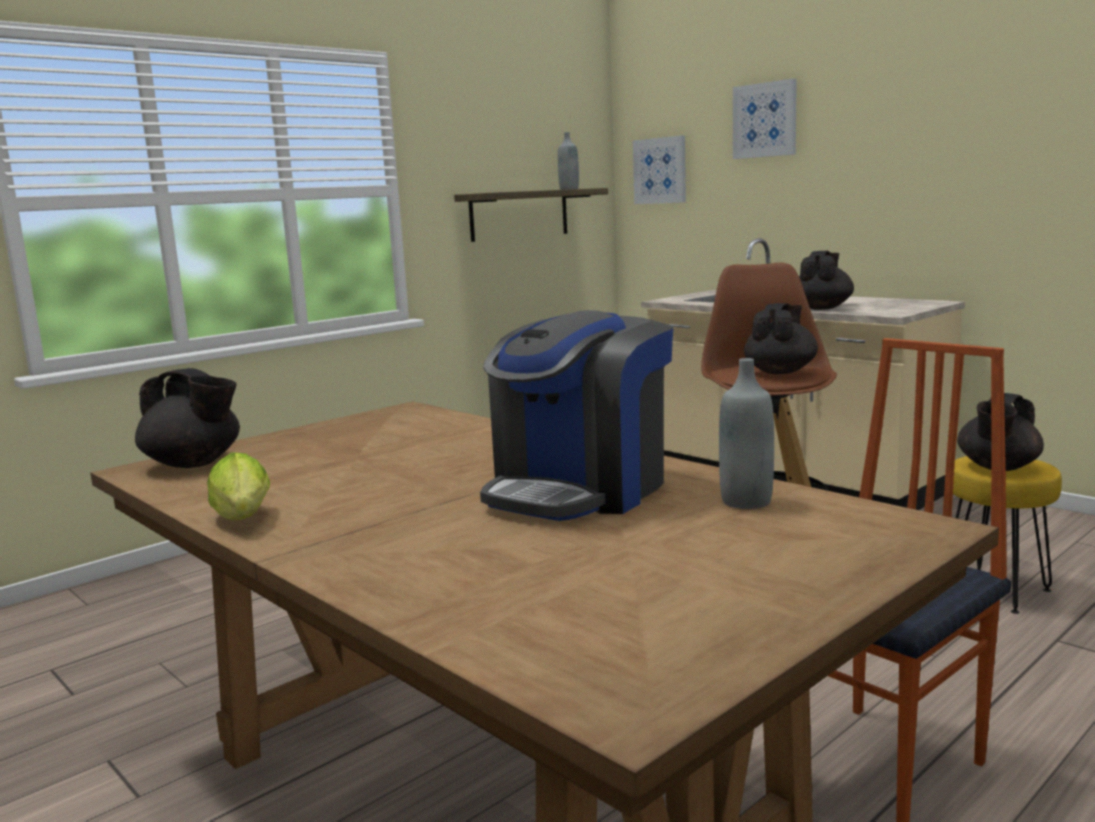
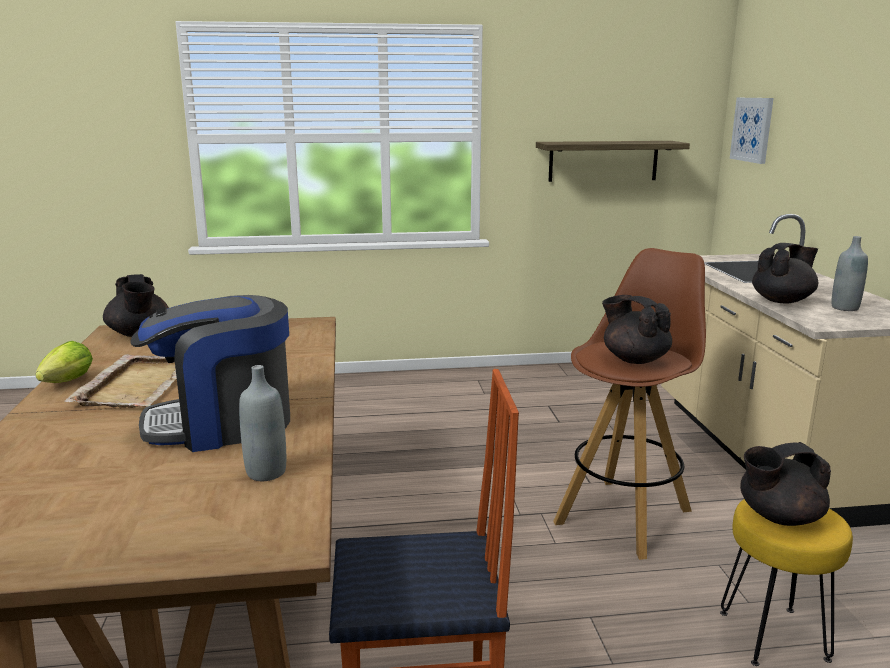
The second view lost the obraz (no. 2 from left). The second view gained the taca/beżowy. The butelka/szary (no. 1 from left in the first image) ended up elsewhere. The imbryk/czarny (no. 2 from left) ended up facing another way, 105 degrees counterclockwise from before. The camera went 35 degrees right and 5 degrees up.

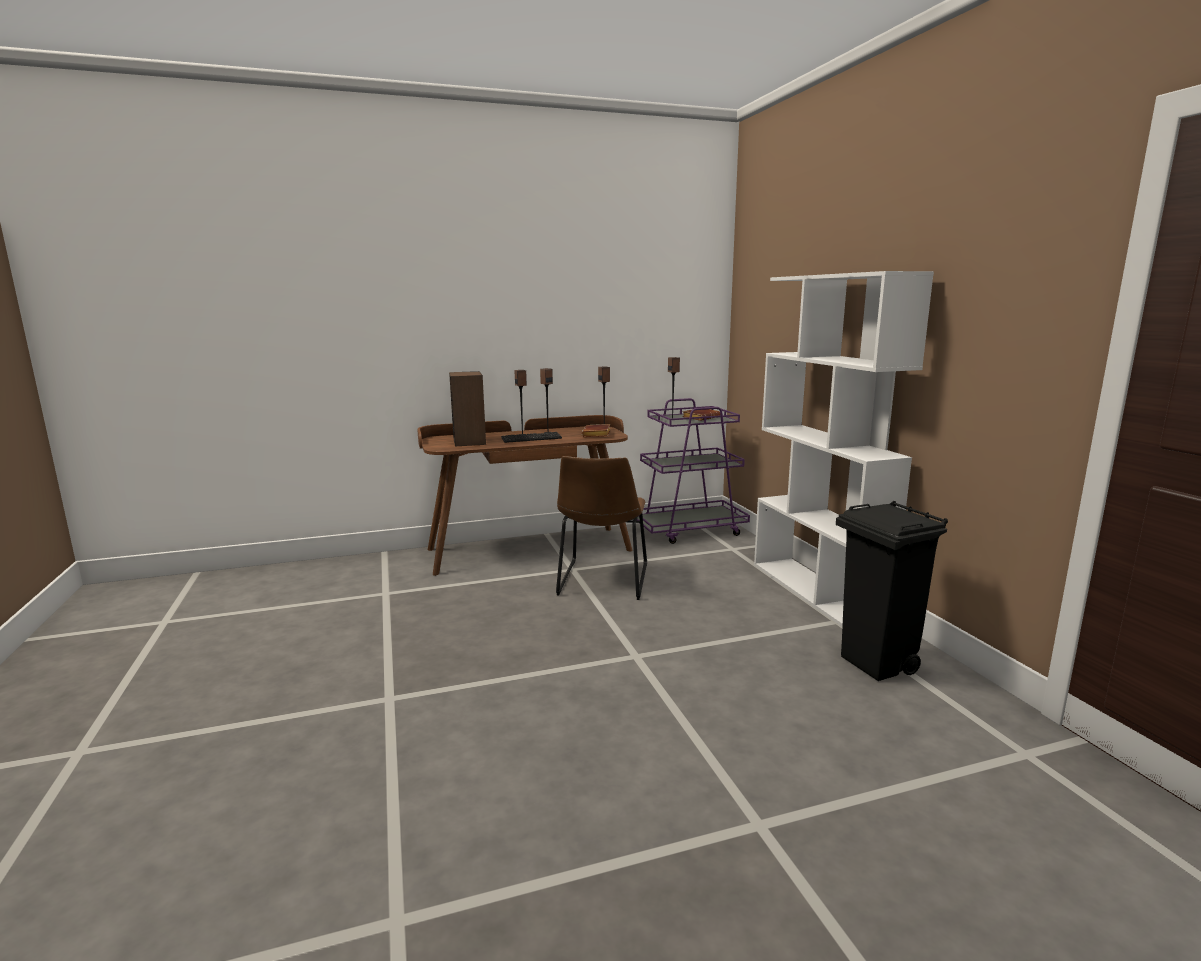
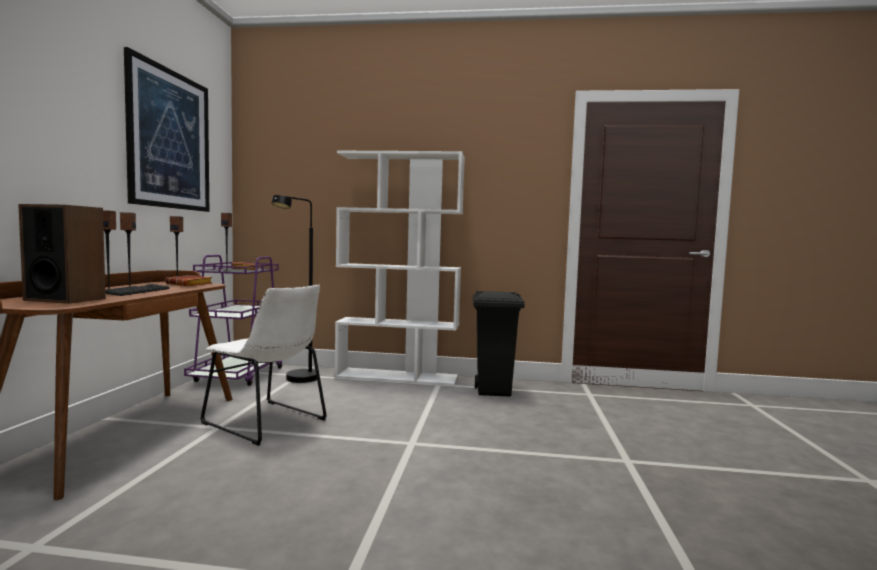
The second view gained the obraz. The second view gained the lampa stojąca/czarny. What was the krzesło/brązowy turned into the krzesło/biały. The camera went 65 degrees left and 10 degrees down.

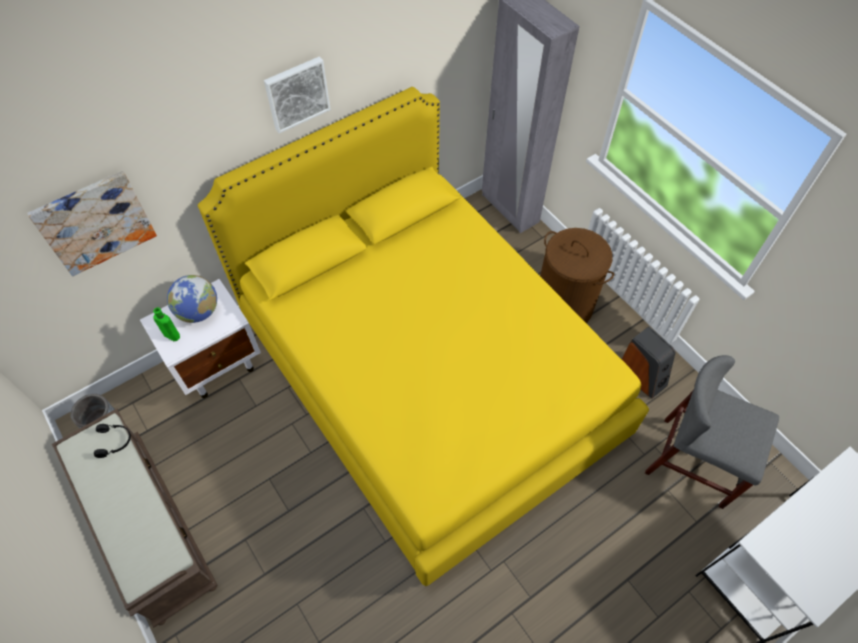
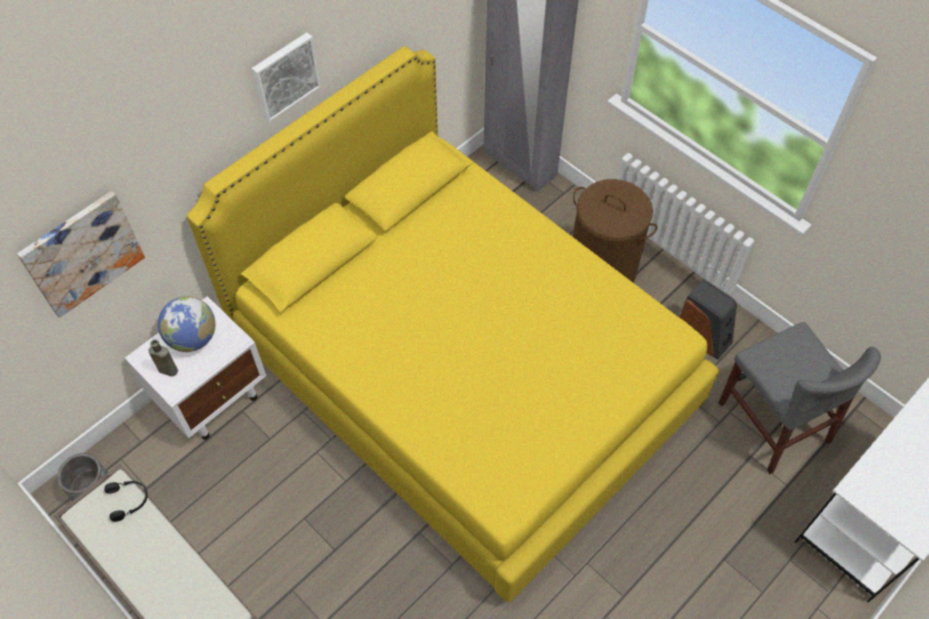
What was the butelka/zielony turned into the butelka/brązowy. The krzesło/szary ended up facing another way, 135 degrees counterclockwise from before. The camera went 10 degrees left and 0 degrees up.

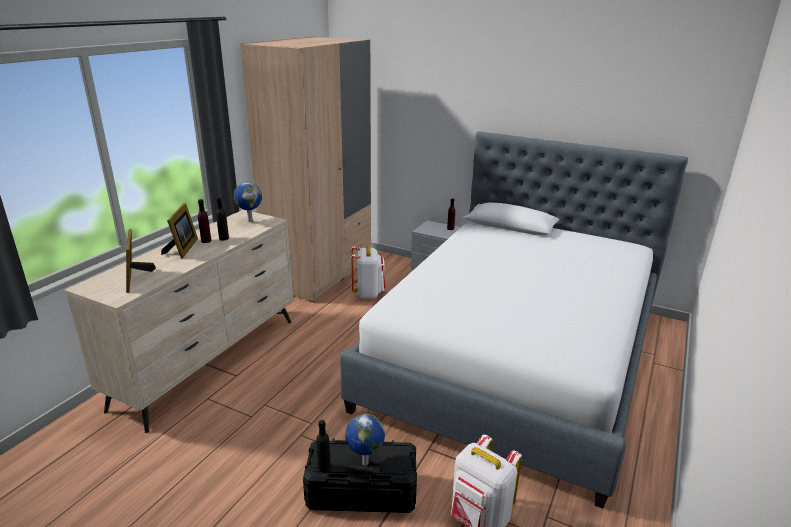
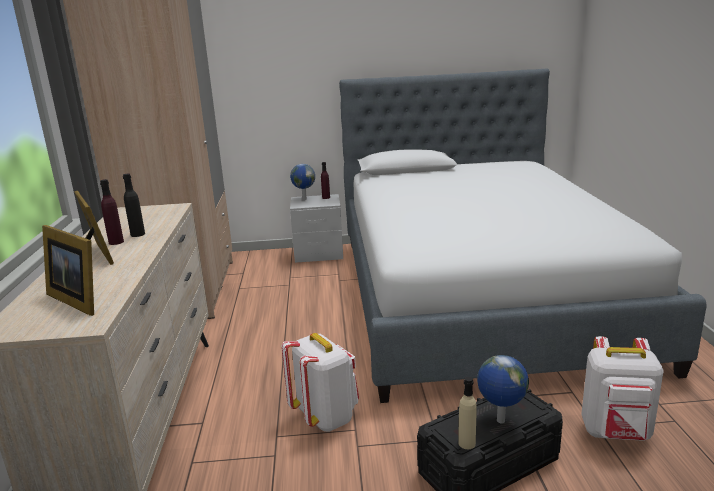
The globus (no. 1 from left) ended up elsewhere. The plecak/biały (no. 1 from left) ended up elsewhere. What was the butelka/czarny (no. 2 from left) turned into the butelka/beżowy. The camera went 30 degrees left and 5 degrees down.

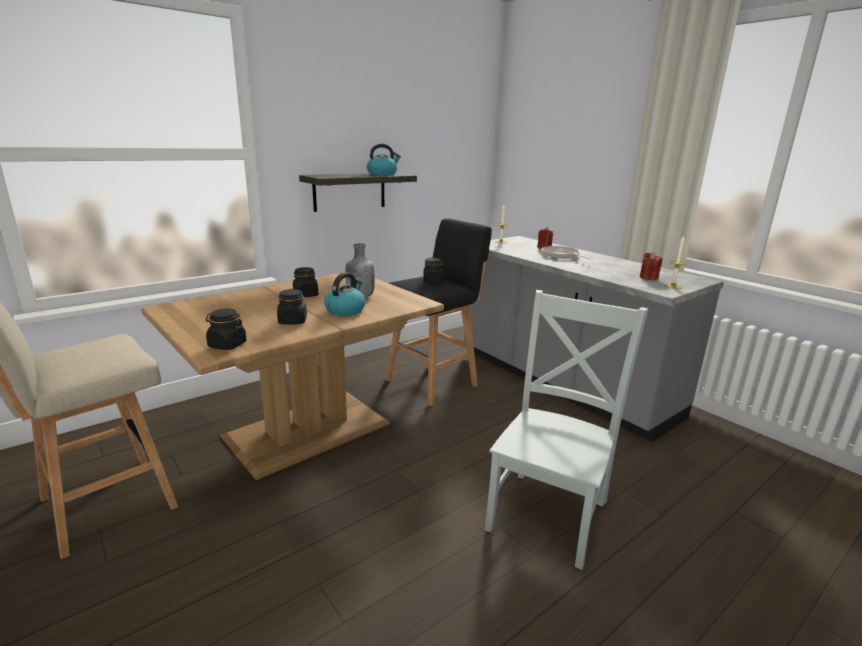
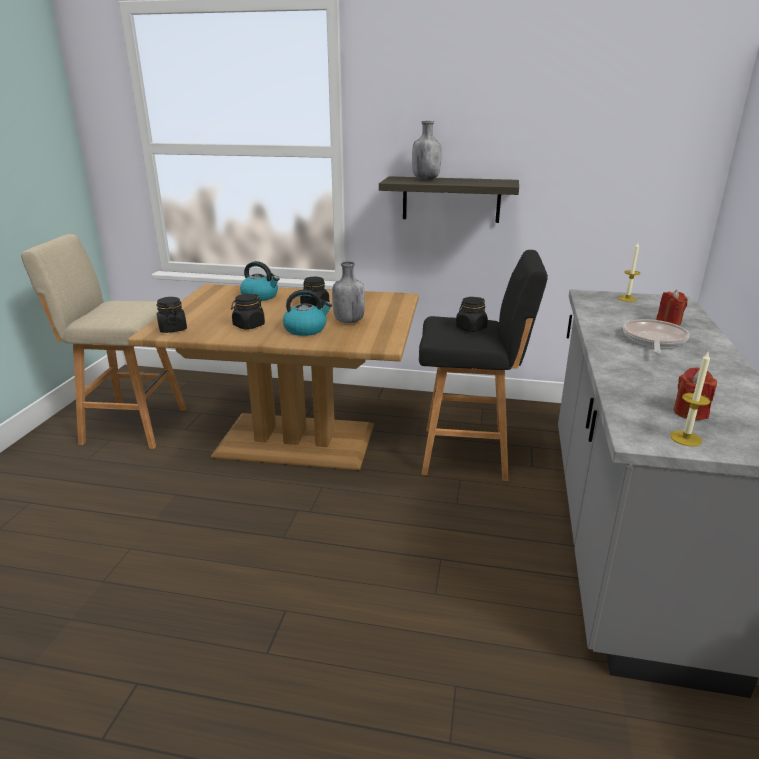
The second view lost the krzesło/szary. The second view gained the butelka/szary (no. 2 from left). The czajnik (no. 2 from left in the first image) ended up elsewhere. The camera went 50 degrees right and 5 degrees up.

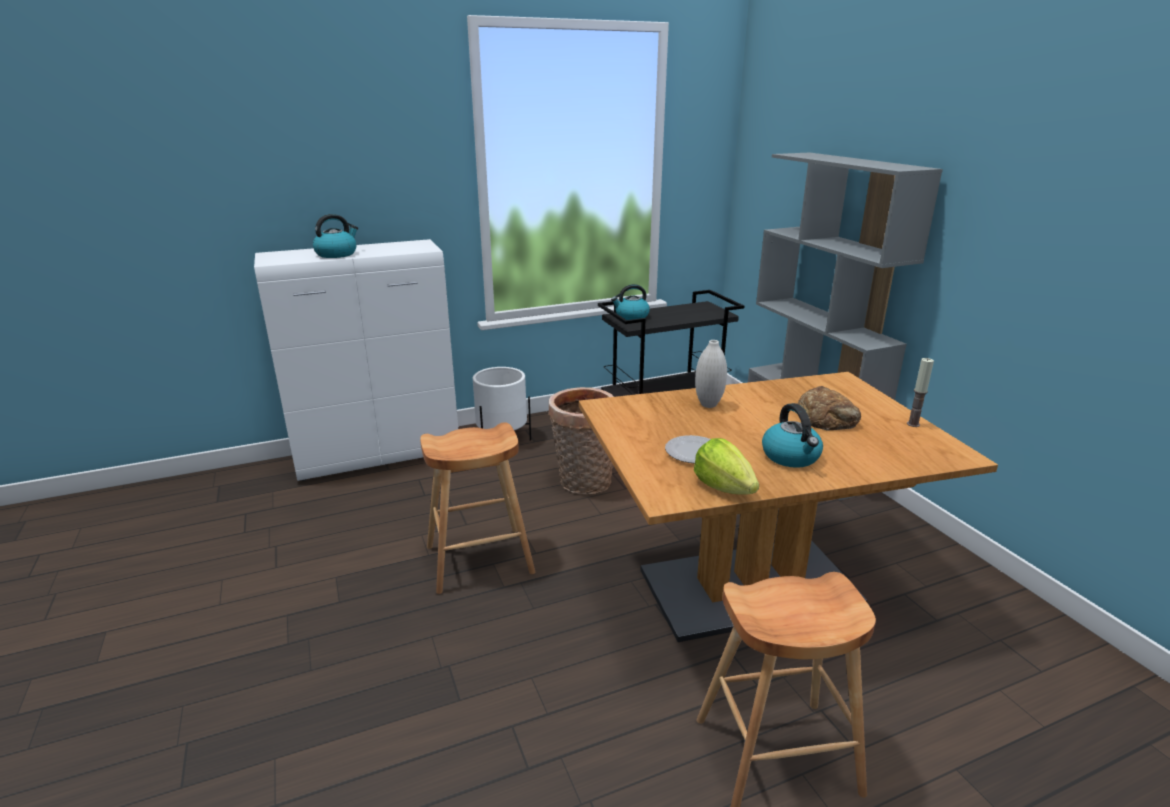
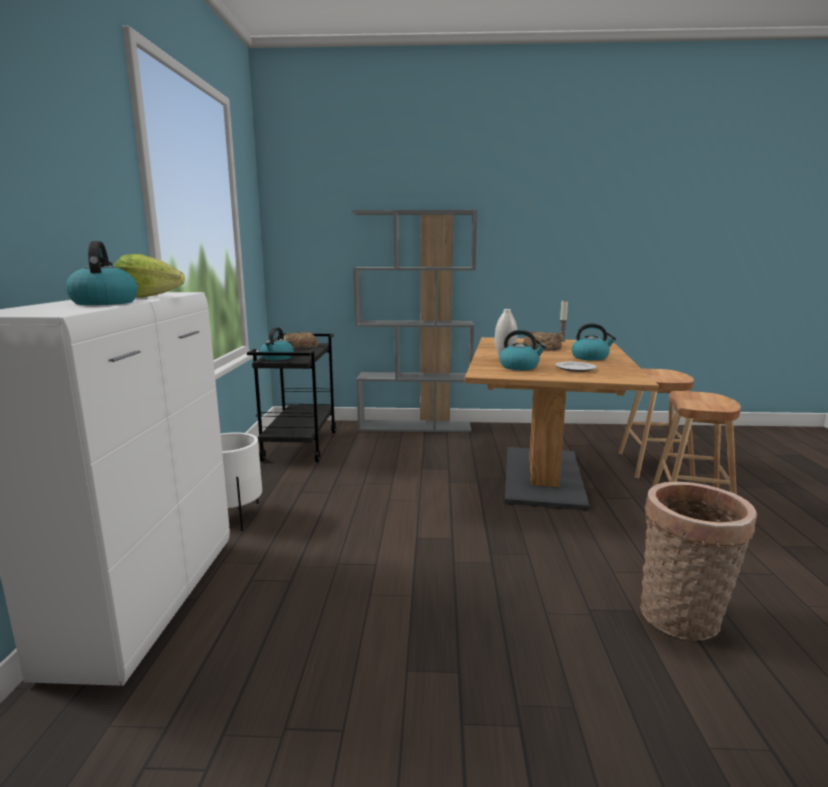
The second view gained the chleb (no. 1 from left). The second view gained the czajnik (no. 3 from left). The stołek/brązowy (no. 1 from left) ended up elsewhere. The koszyk ended up elsewhere. The sałata ended up elsewhere. The camera went 65 degrees left and 10 degrees down.

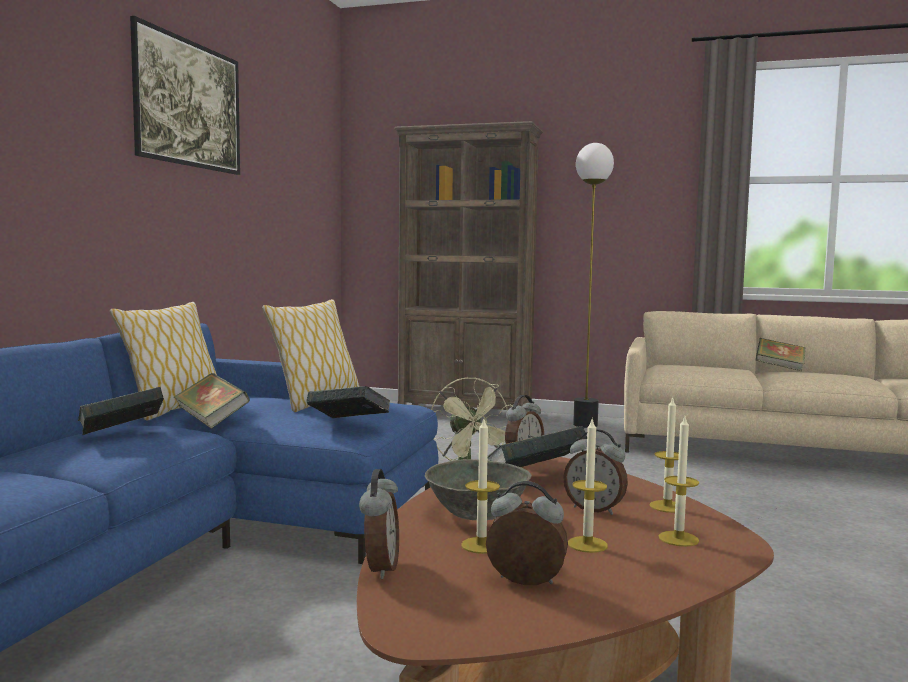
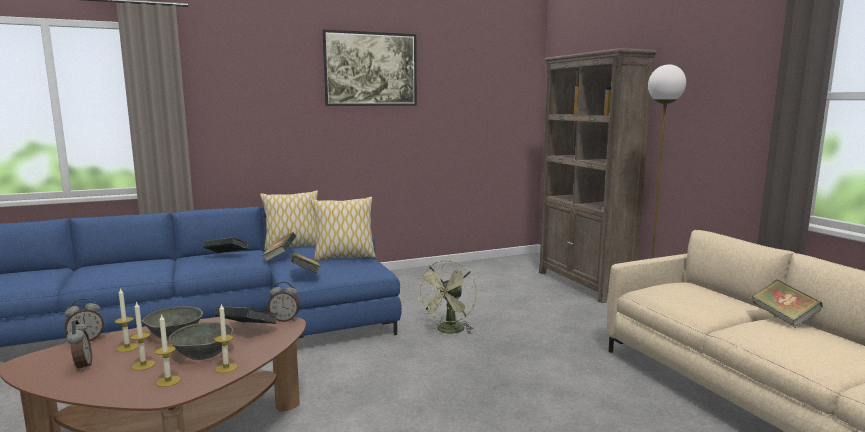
Where the budzik (no. 4 from left) stood, the miska/szary (no. 2 from left) came to stand. The camera went 50 degrees right and 5 degrees up.

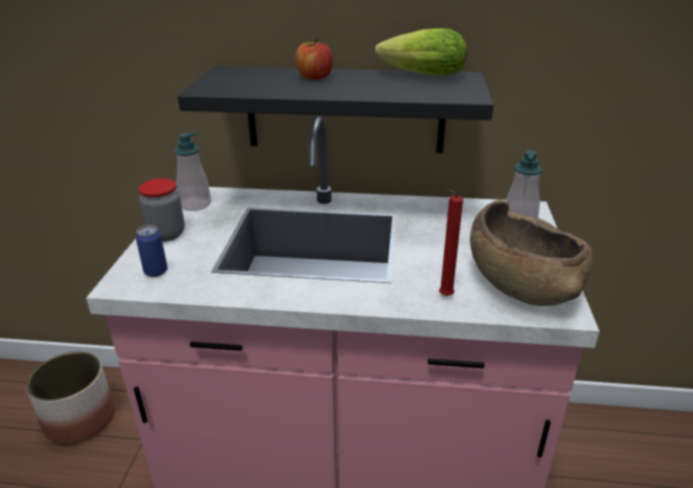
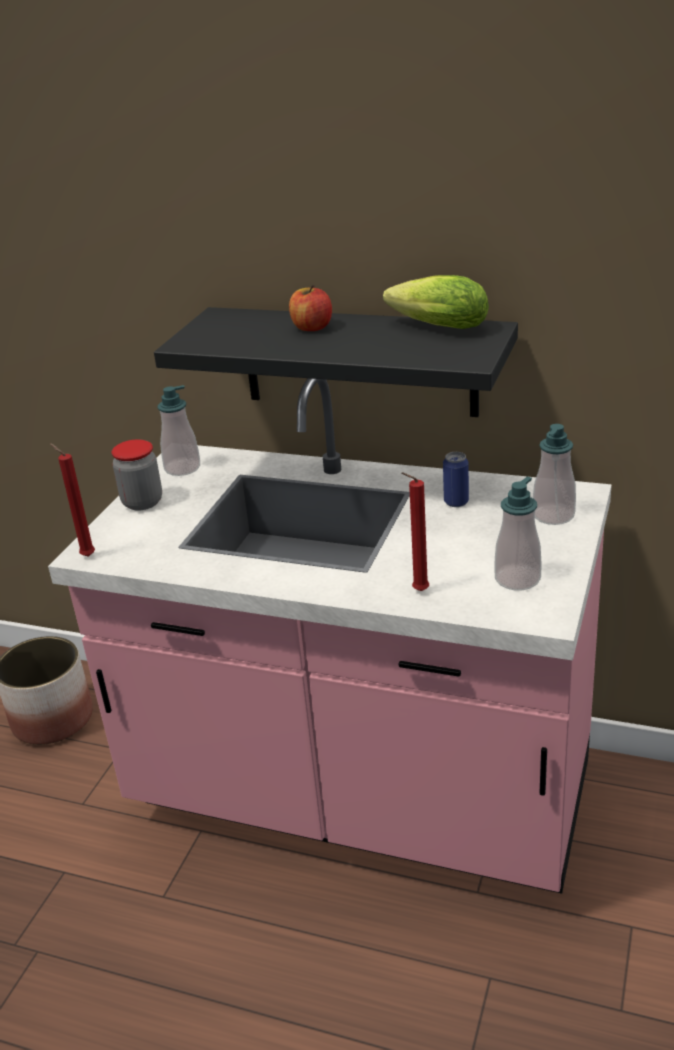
The second view gained the świeca/czerwony (no. 1 from left). The puszka ended up elsewhere. Where the miska/brązowy stood, the dozownik mydła (no. 2 from left) came to stand. The camera went 15 degrees right and 0 degrees up.

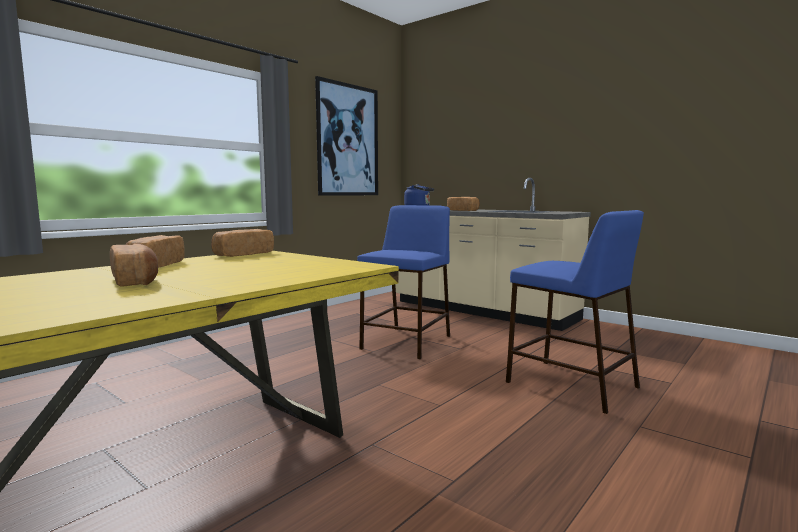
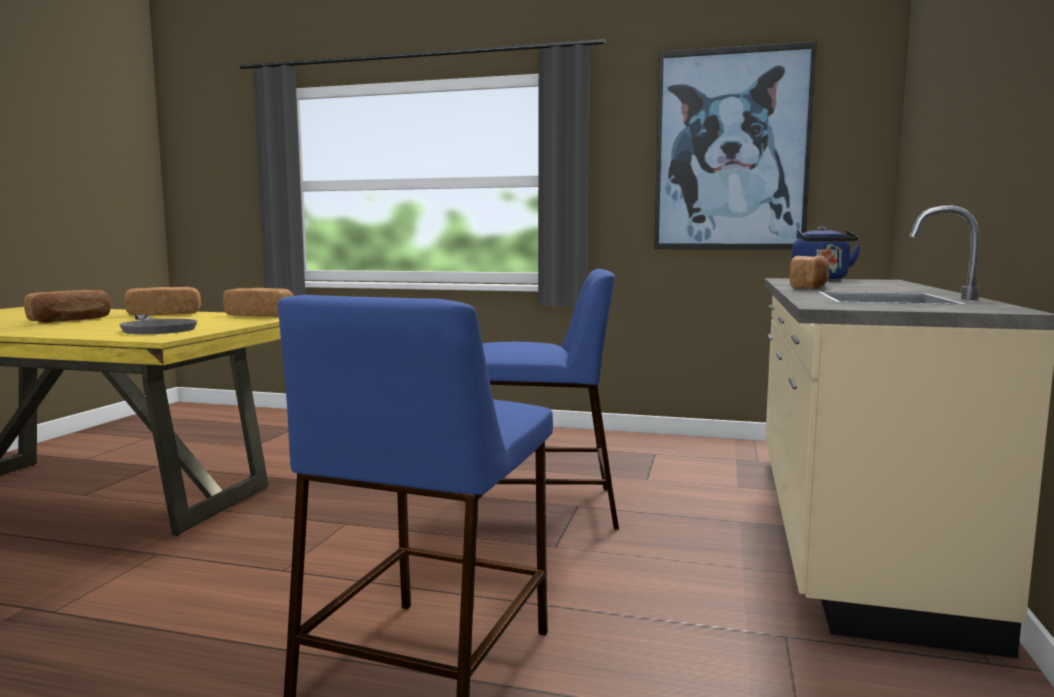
The second view gained the patelnia/szary. The camera went 65 degrees right and 0 degrees up.

